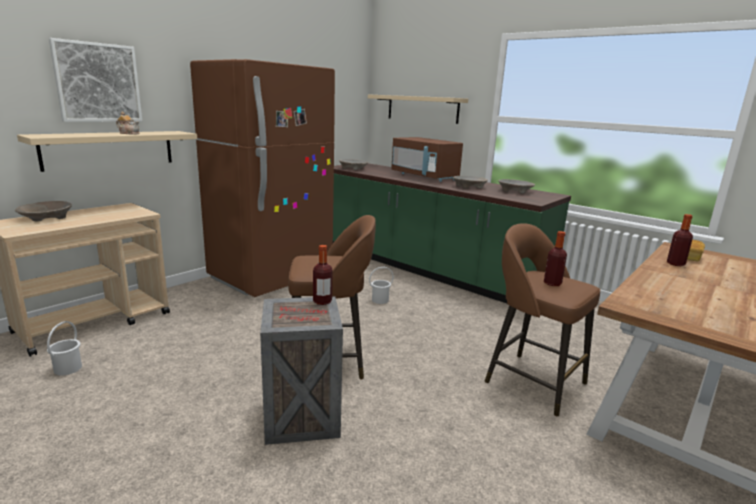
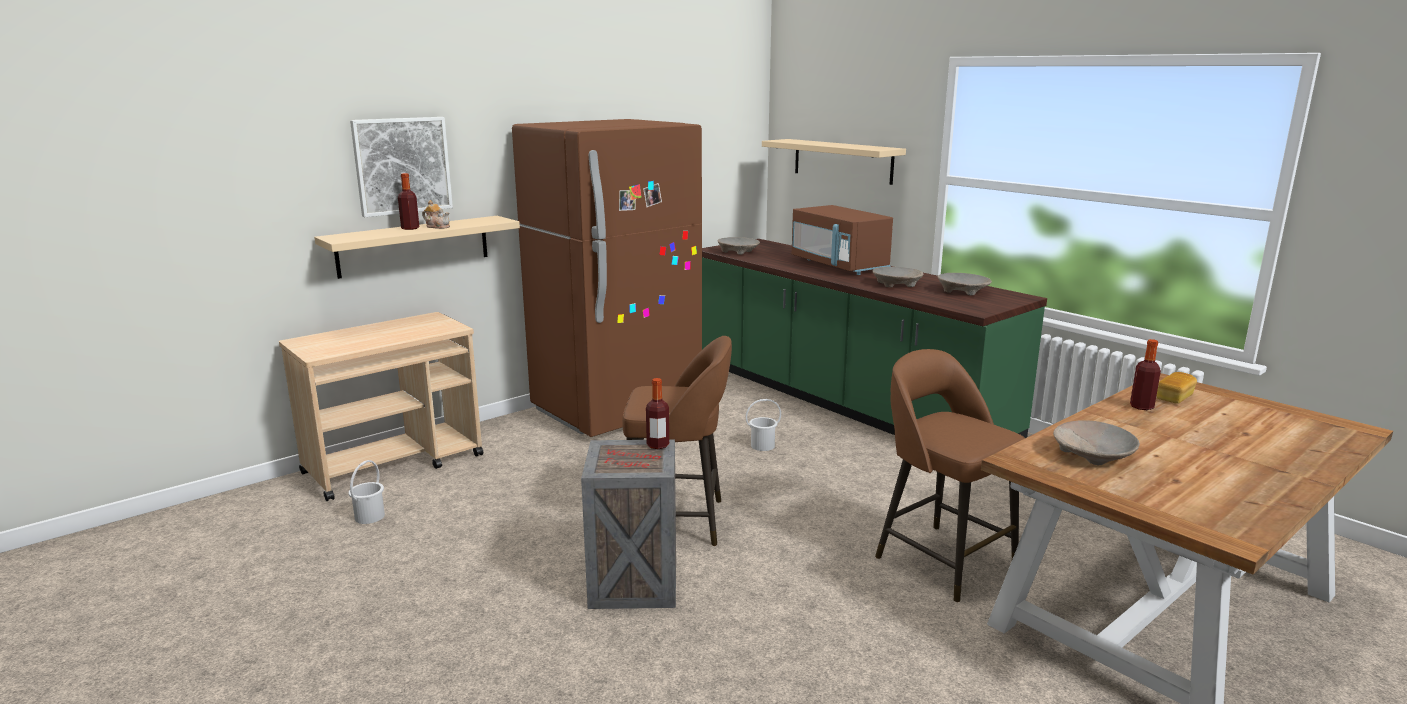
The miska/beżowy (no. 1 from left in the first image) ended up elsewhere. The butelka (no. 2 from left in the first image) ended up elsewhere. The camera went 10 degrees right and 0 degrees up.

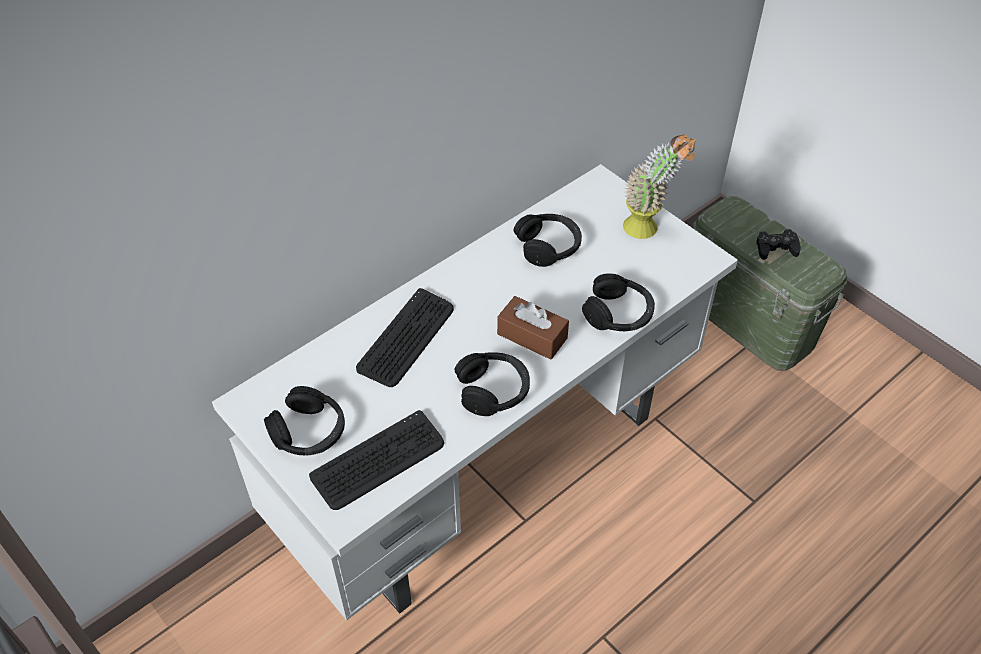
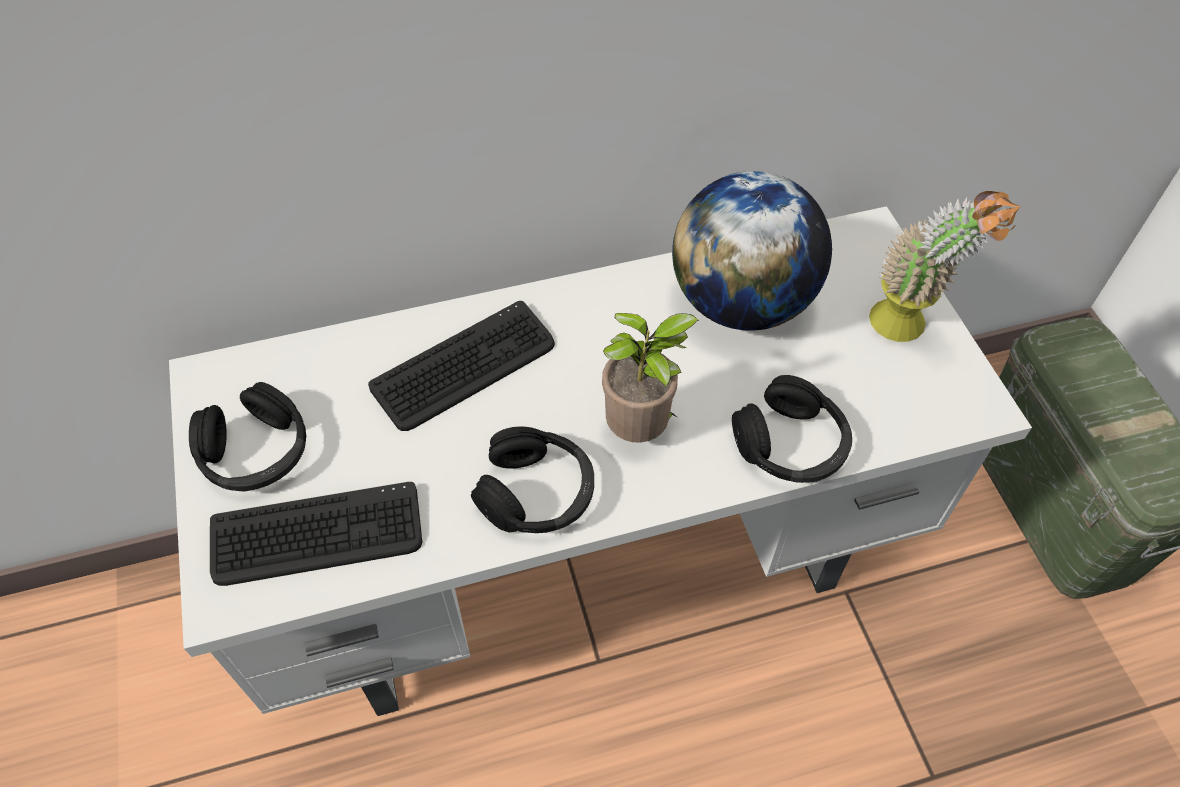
The second view lost the pad do gier/czarny. Where the pudełko chusteczek/brązowy stood, the roślina doniczkowa (no. 1 from left) came to stand. Where the słuchawki/czarny (no. 3 from left) stood, the globus came to stand. The camera went 25 degrees right and 5 degrees up.

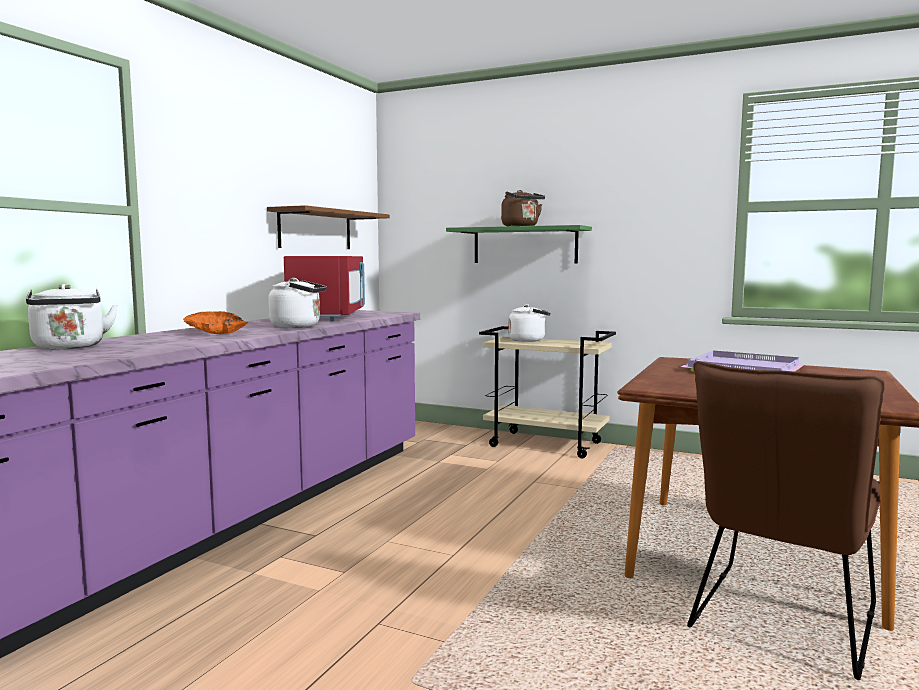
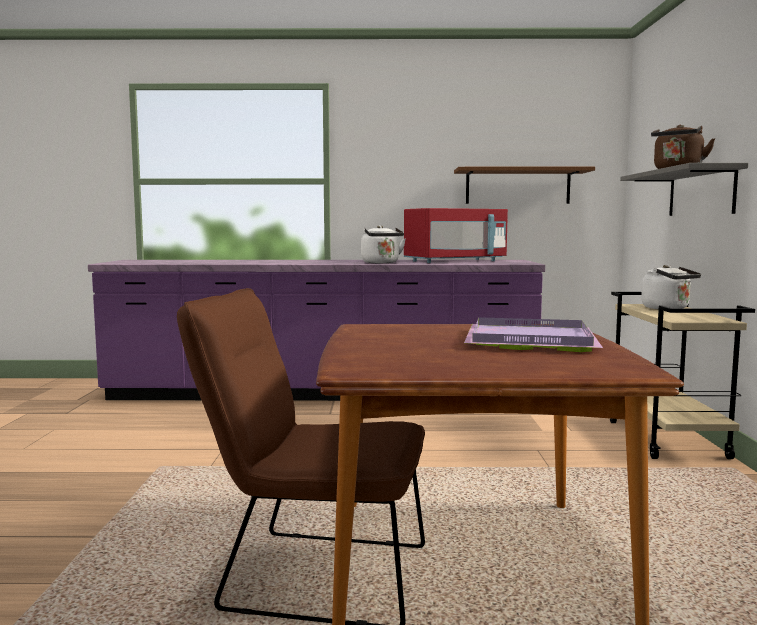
The second view lost the czajnik/biały (no. 1 from left). The second view lost the miska/pomarańczowy. What was the półka/zielony turned into the półka/szary. The camera went 65 degrees right and 0 degrees up.

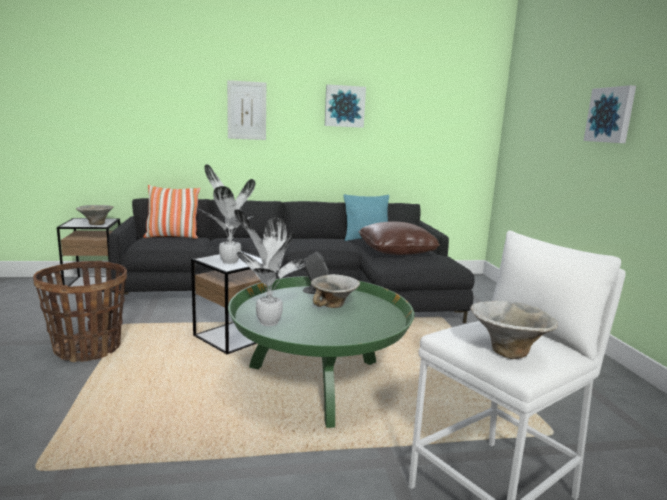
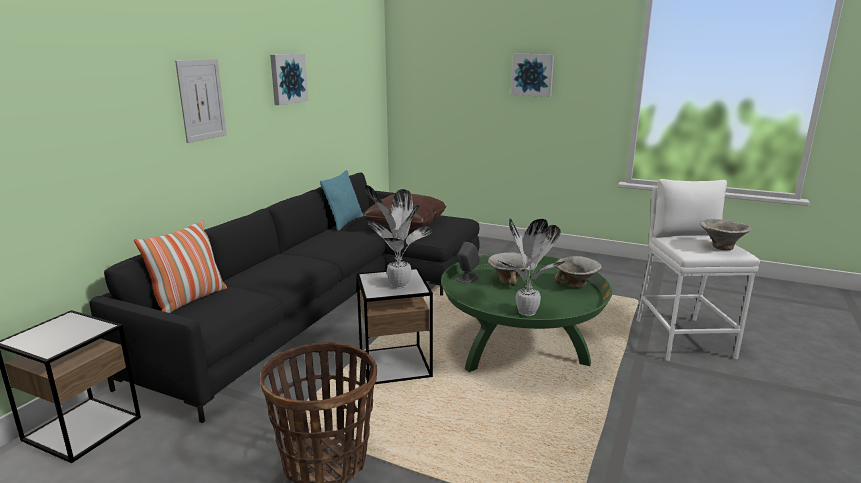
The miska (no. 1 from left in the first image) ended up elsewhere. The camera went 55 degrees left and 5 degrees up.

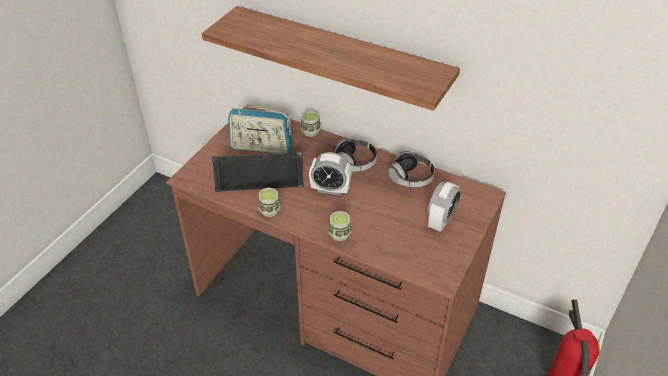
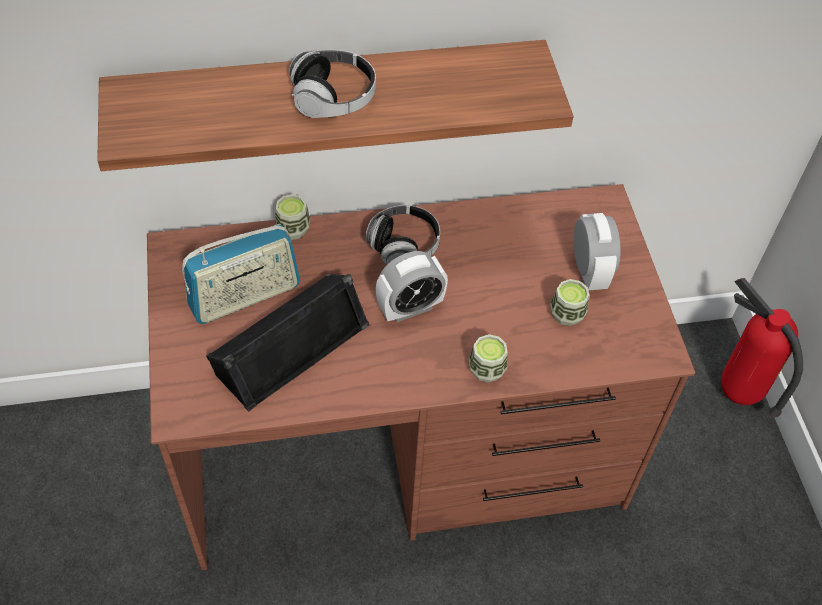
The filiżanka (no. 1 from left in the first image) ended up elsewhere. The słuchawki (no. 2 from left in the first image) ended up elsewhere. The camera went 40 degrees left and 10 degrees up.

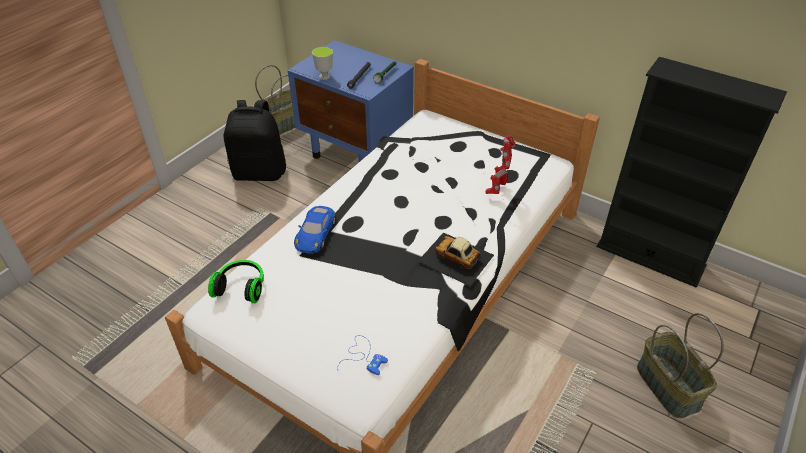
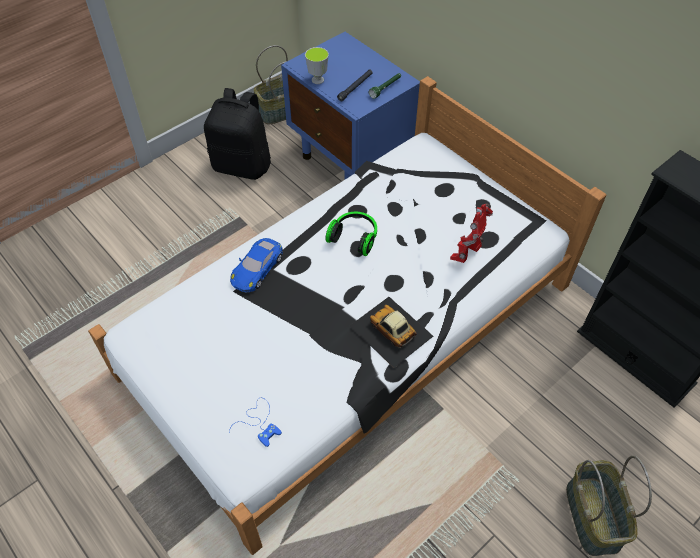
The słuchawki ended up elsewhere. The camera went 15 degrees right and 10 degrees up.

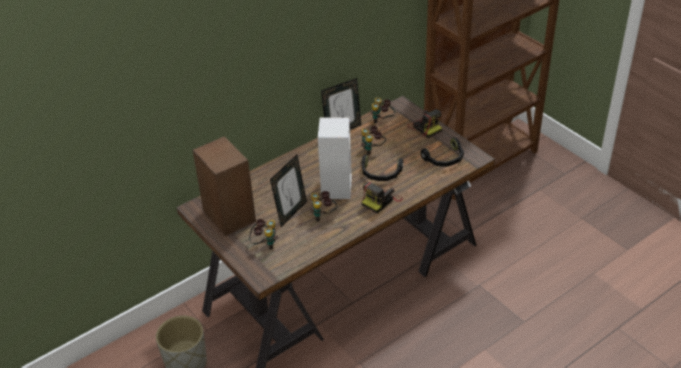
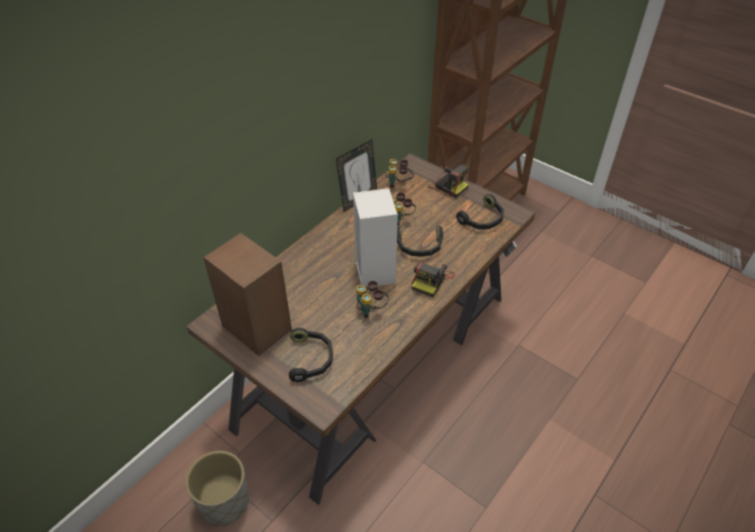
The second view lost the ramka na zdjęcie (no. 1 from left). Where the lornetka (no. 1 from left) stood, the słuchawki/czarny (no. 1 from left) came to stand. The camera went 15 degrees left and 5 degrees up.

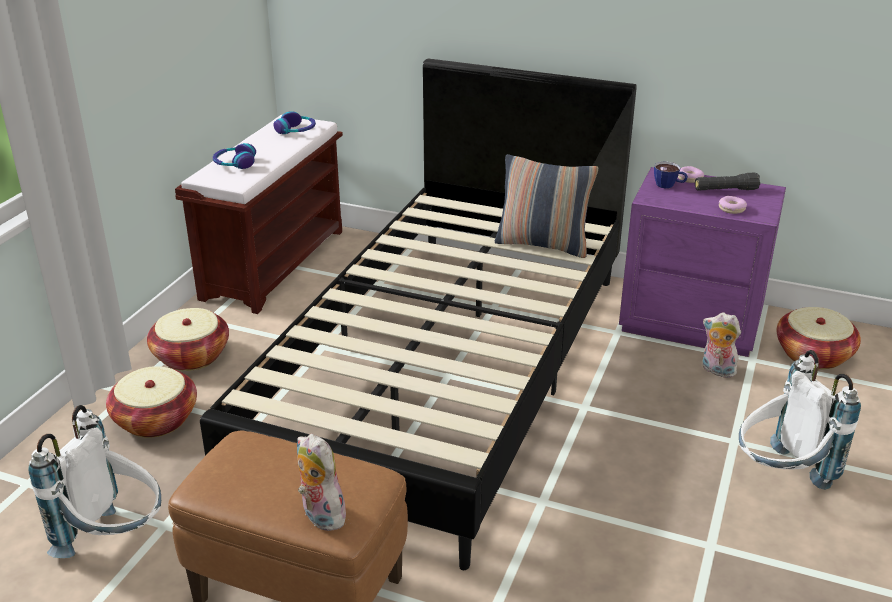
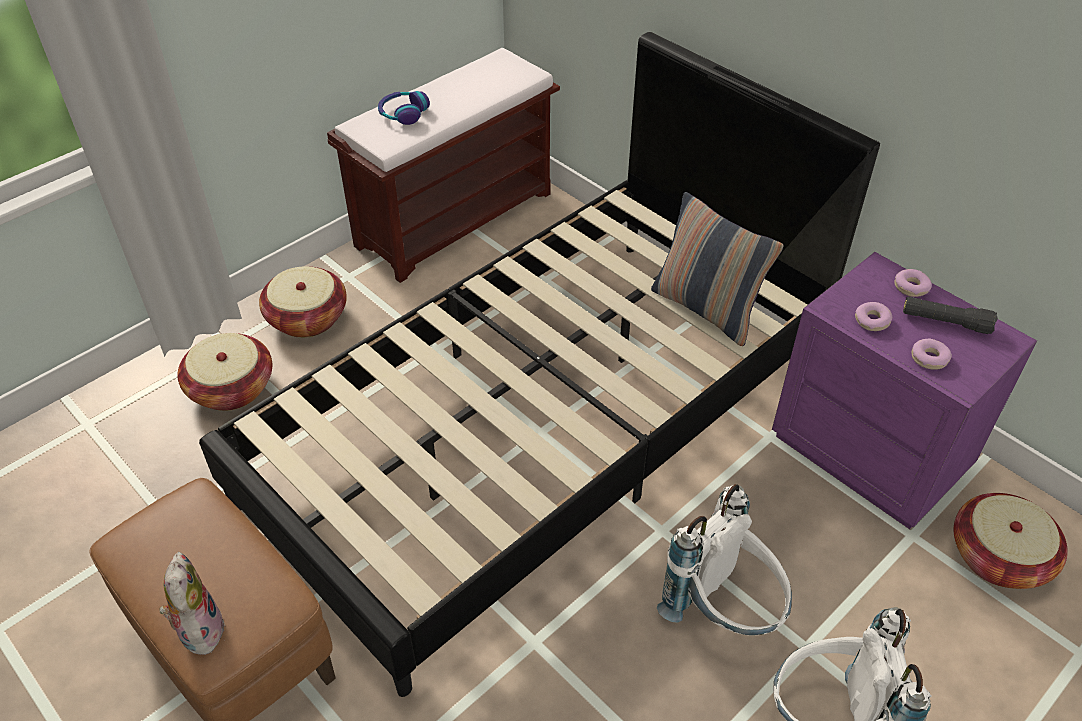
The second view lost the słuchawki (no. 2 from left). The second view lost the filiżanka. The second view lost the pluszak (no. 2 from left). The second view gained the donut (no. 1 from left). The plecak/biały (no. 1 from left) ended up elsewhere. The camera went 25 degrees right and 15 degrees up.

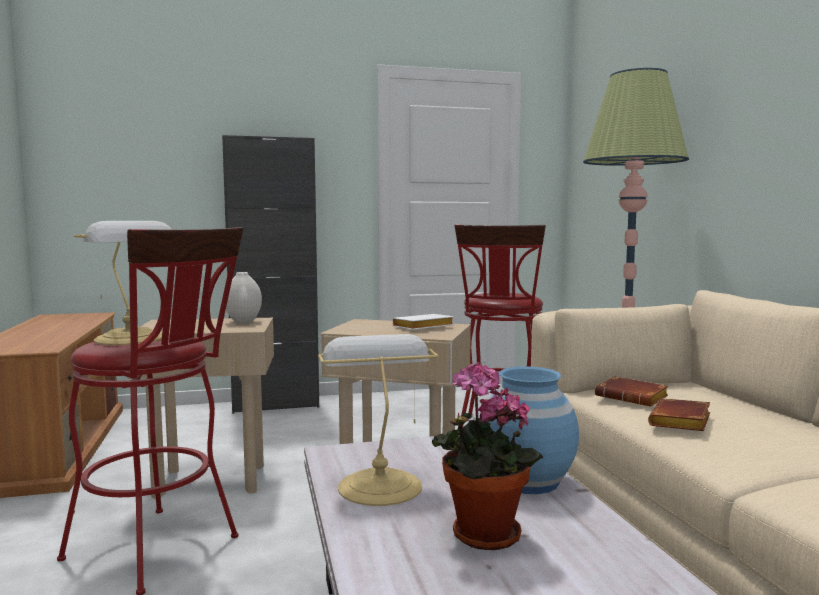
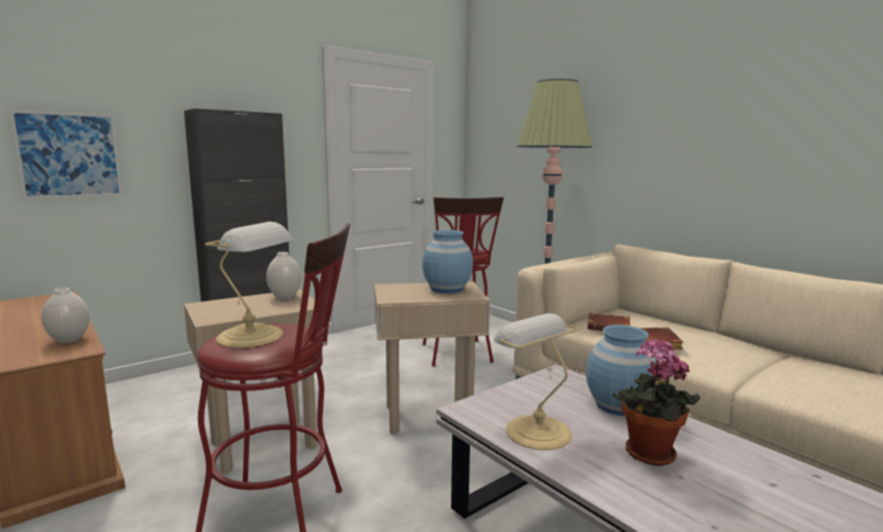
The second view gained the obraz. The second view gained the wazon/biały (no. 1 from left). Where the książka/biały stood, the wazon/niebieski (no. 1 from left) came to stand. The camera went 25 degrees left and 5 degrees up.

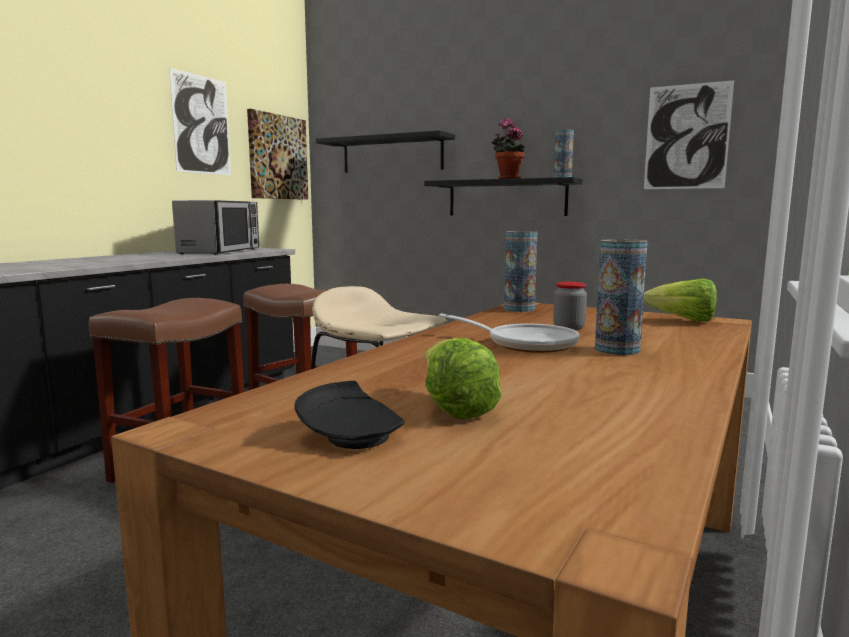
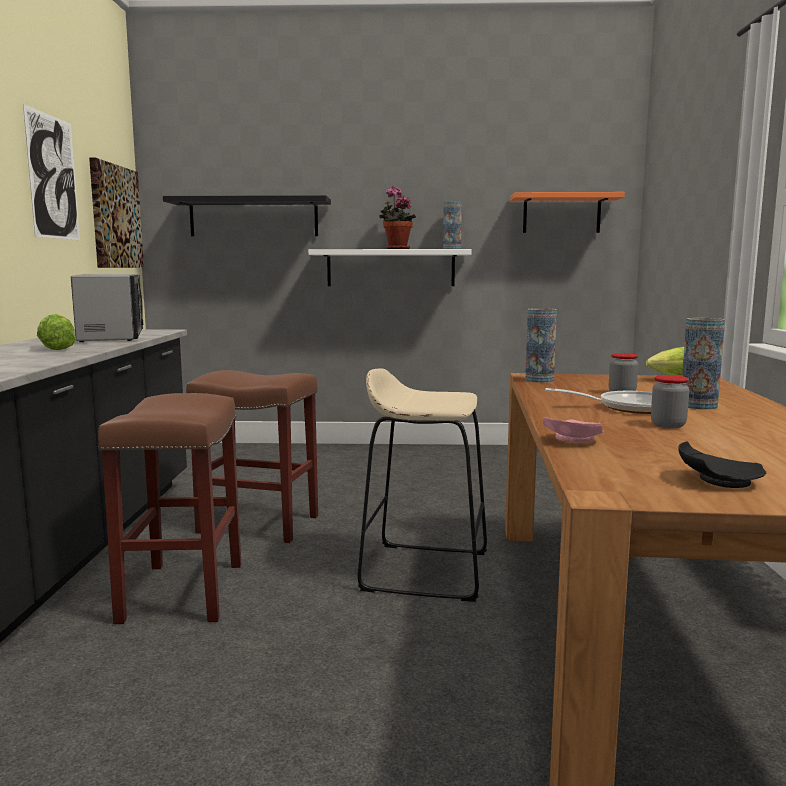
The second view gained the talerz/różowy. The second view gained the słoik (no. 2 from left). The sałata (no. 1 from left) ended up elsewhere. Where the obraz (no. 3 from left) hung, the półka/pomarańczowy came to hang. What was the półka/czarny (no. 2 from left) turned into the półka/biały. The camera went 25 degrees left and 0 degrees up.

